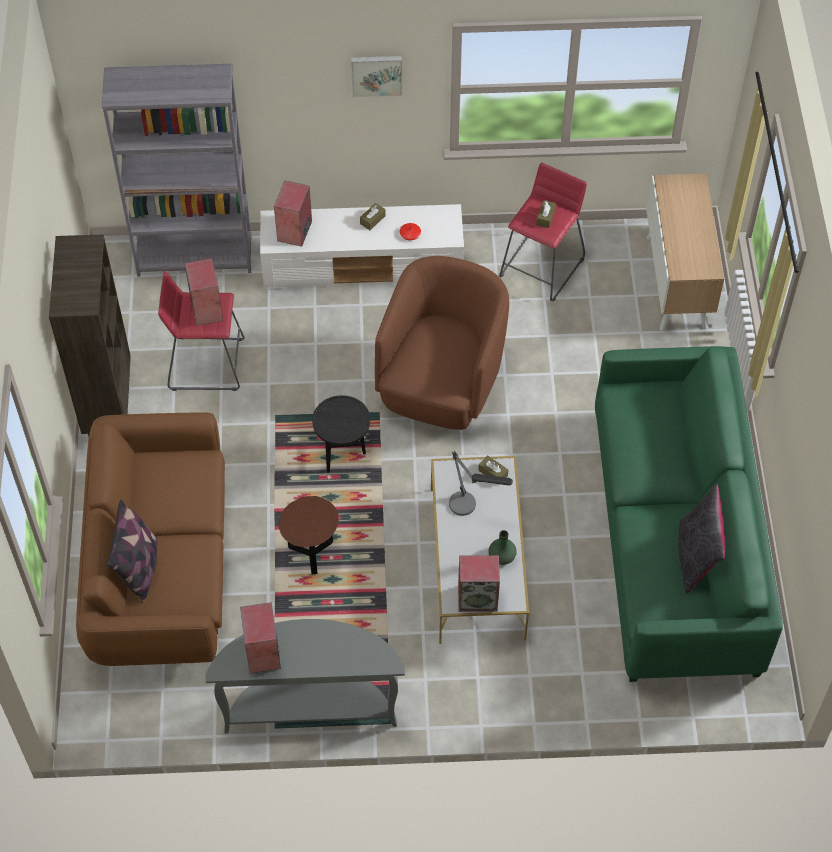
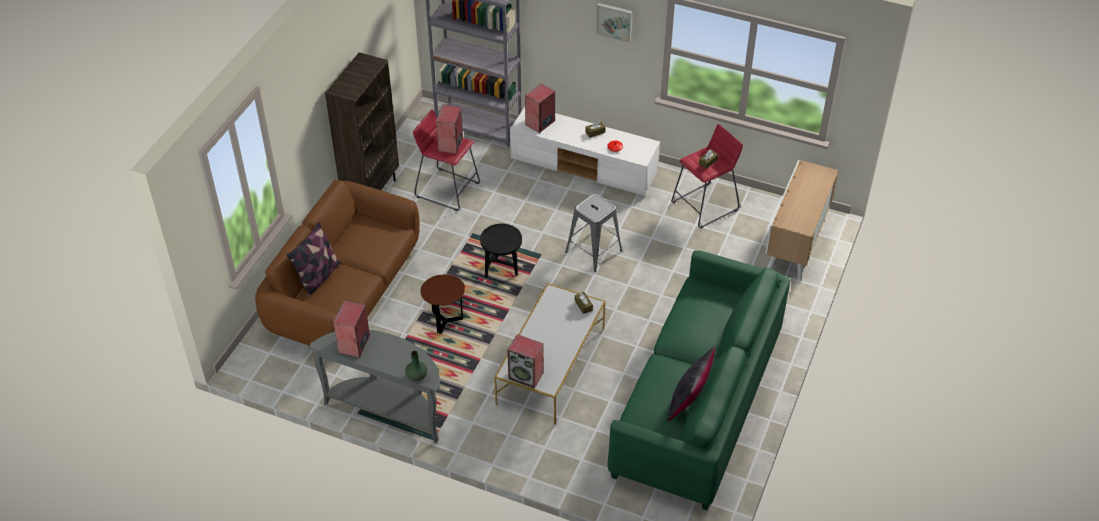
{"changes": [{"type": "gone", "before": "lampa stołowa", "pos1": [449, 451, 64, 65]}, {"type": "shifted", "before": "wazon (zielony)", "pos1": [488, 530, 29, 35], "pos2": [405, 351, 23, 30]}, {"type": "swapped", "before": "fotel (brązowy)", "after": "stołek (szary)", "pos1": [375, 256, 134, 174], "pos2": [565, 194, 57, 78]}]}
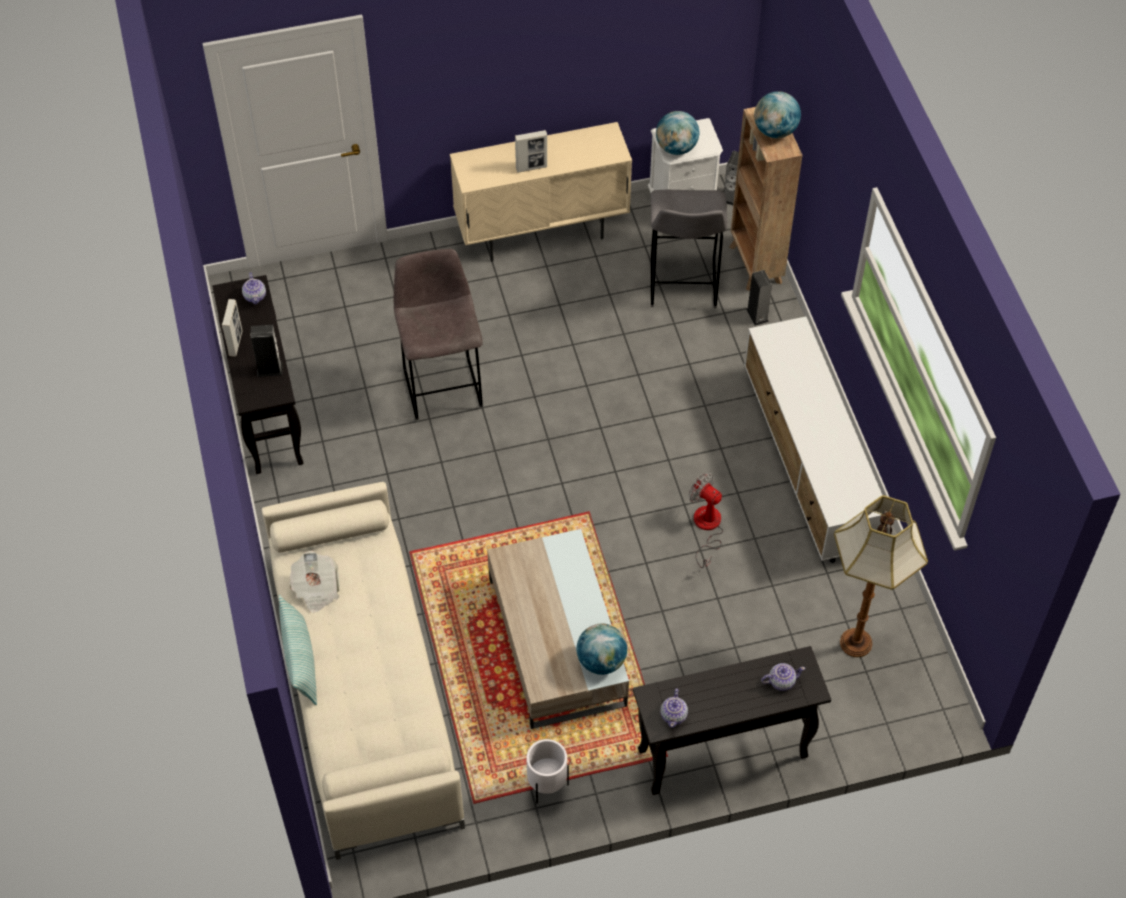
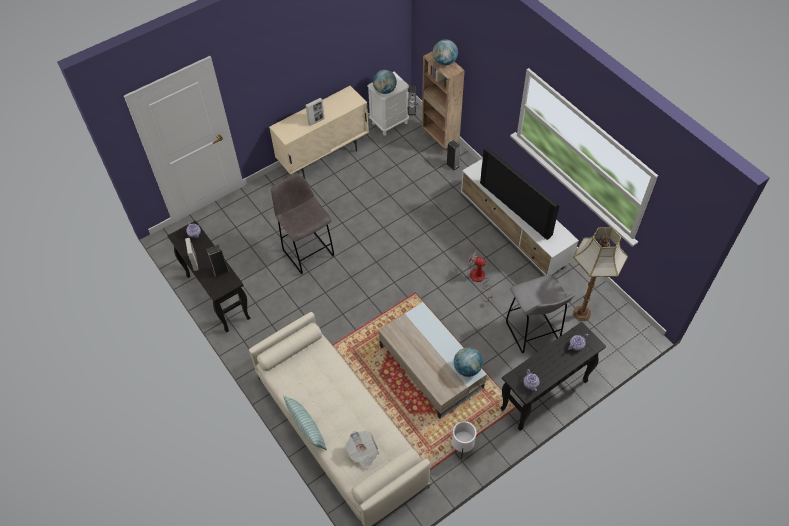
{"changes": [{"type": "new", "after": "telewizor", "pos2": [480, 147, 80, 93]}, {"type": "shifted", "before": "gazeta", "pos1": [289, 551, 51, 62], "pos2": [346, 431, 33, 37]}, {"type": "shifted", "before": "stołek (szary)", "pos1": [650, 190, 78, 118], "pos2": [506, 275, 69, 79]}]}
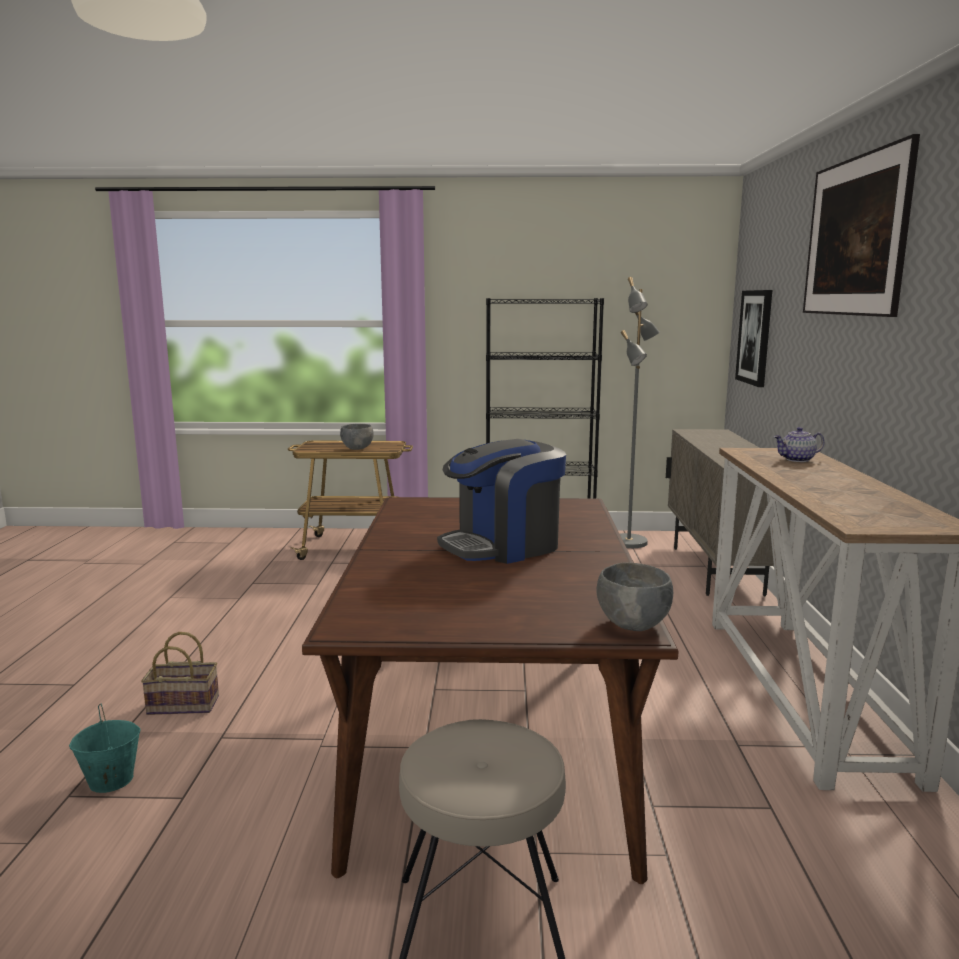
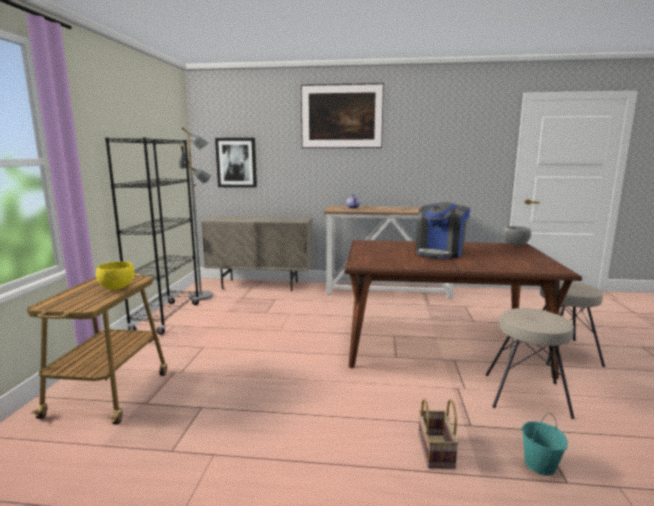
{"changes": [{"type": "new", "after": "stołek (beżowy)", "pos2": [486, 308, 89, 111]}, {"type": "repainted", "before": "miska (szary)", "after": "miska (żółty)", "pos1": [340, 424, 34, 26], "pos2": [96, 261, 38, 29]}, {"type": "rotated", "before": "ekspres do kawy", "pos1": [437, 439, 129, 125], "pos2": [416, 202, 54, 57], "turn": 60}]}
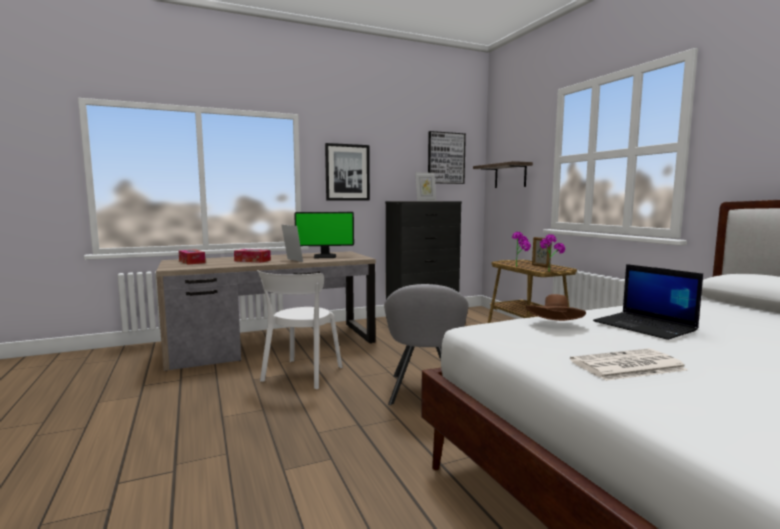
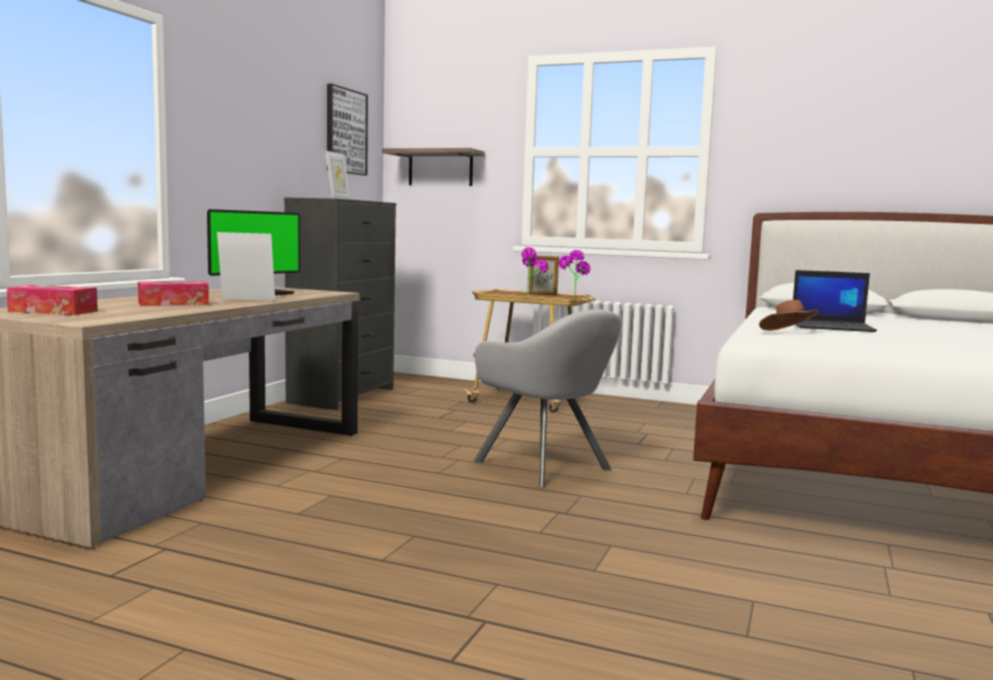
{"changes": [{"type": "gone", "before": "krzesło (biały)", "pos1": [257, 270, 85, 119]}, {"type": "gone", "before": "obraz", "pos1": [325, 143, 45, 58]}, {"type": "gone", "before": "gazeta", "pos1": [570, 349, 118, 32]}]}
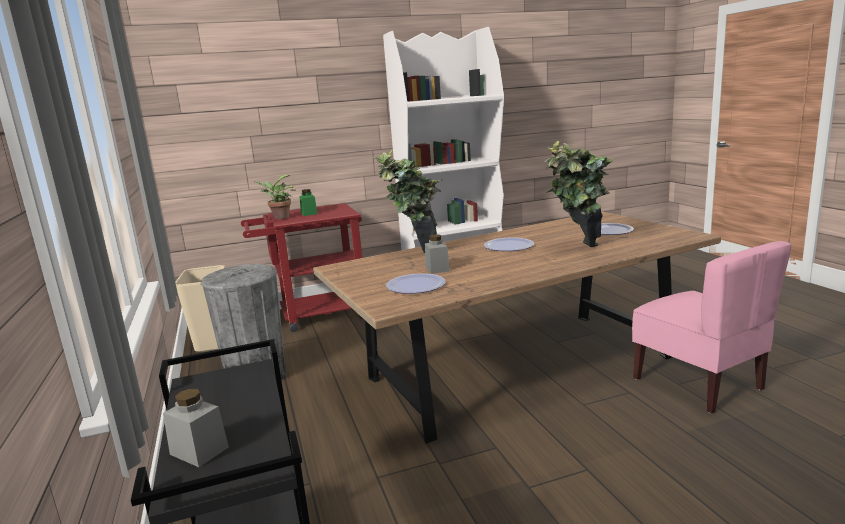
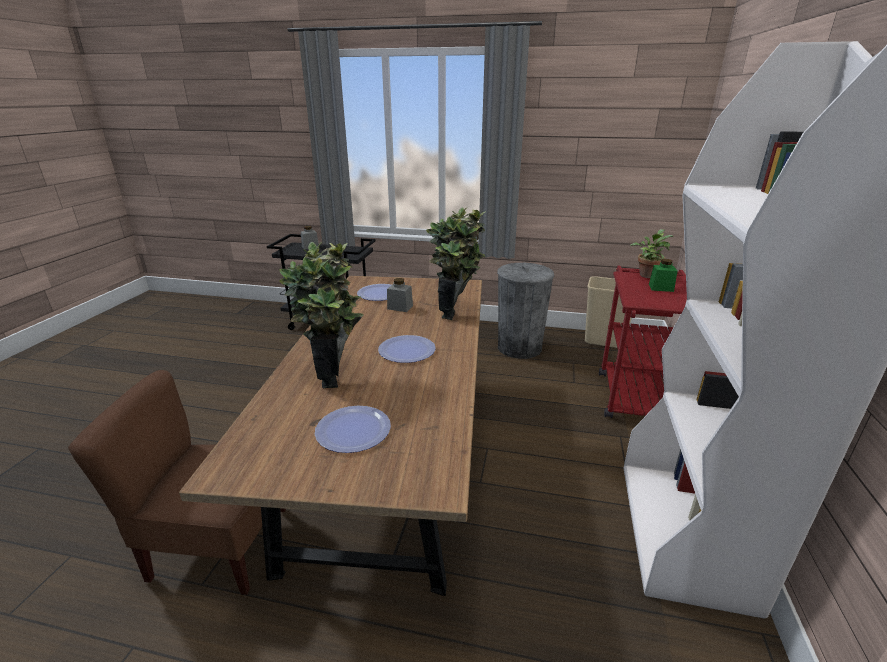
{"changes": [{"type": "repainted", "before": "krzesło (różowy)", "after": "krzesło (brązowy)", "pos1": [632, 241, 160, 173], "pos2": [68, 370, 218, 225]}]}
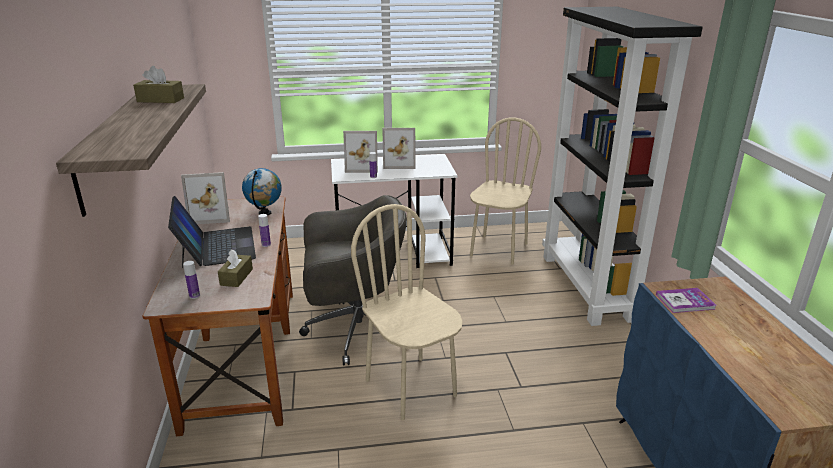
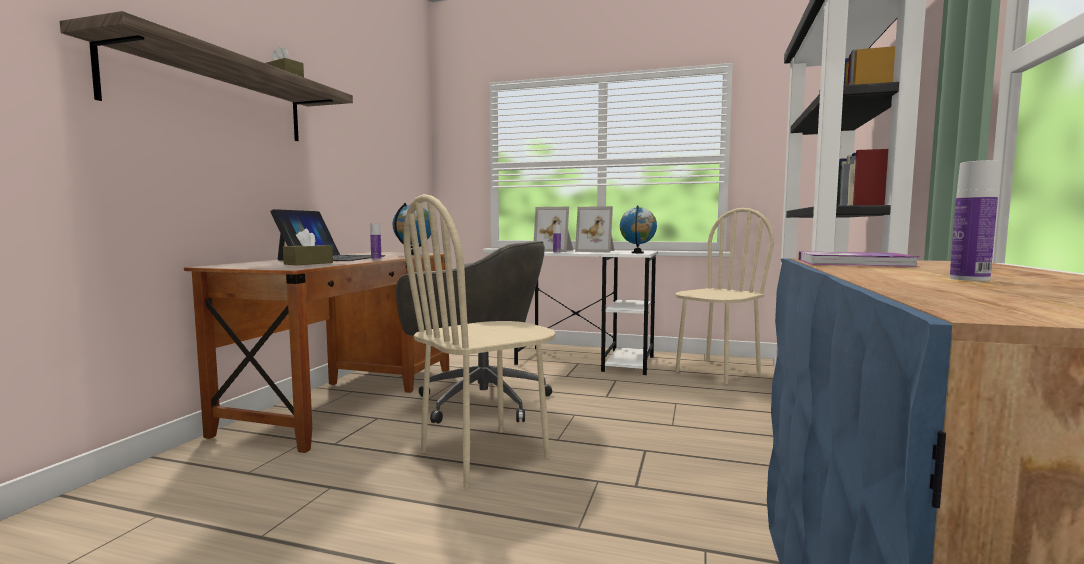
{"changes": [{"type": "gone", "before": "ramka na zdjęcie", "pos1": [181, 172, 49, 52]}, {"type": "new", "after": "globus", "pos2": [620, 205, 37, 48]}, {"type": "shifted", "before": "butelka", "pos1": [183, 261, 17, 38], "pos2": [950, 160, 50, 121]}, {"type": "rotated", "before": "krzesło (beżowy)", "pos1": [351, 204, 111, 216], "pos2": [403, 194, 153, 294], "turn": -120}]}
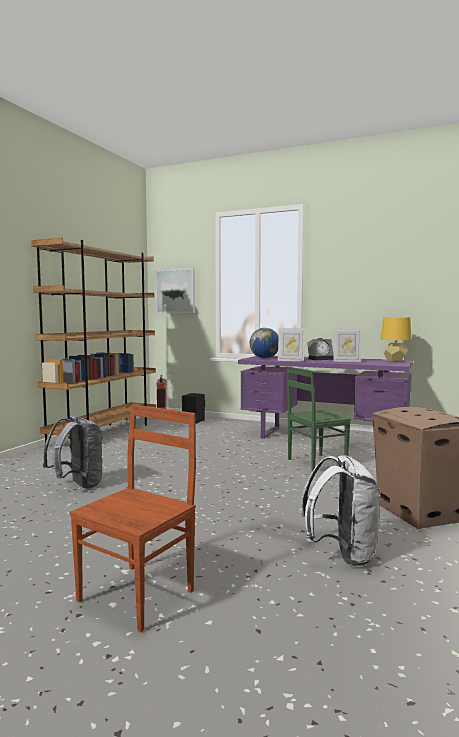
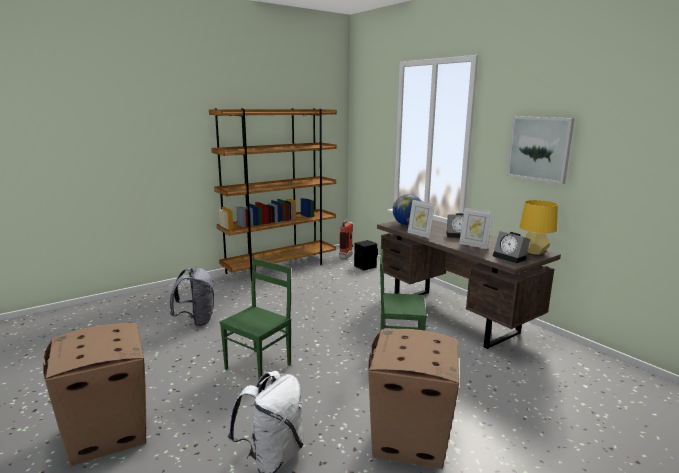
{"changes": [{"type": "new", "after": "krzesło (zielony)", "pos2": [220, 258, 71, 121]}, {"type": "new", "after": "budzik", "pos2": [493, 231, 38, 32]}, {"type": "shifted", "before": "obraz", "pos1": [155, 268, 40, 45], "pos2": [507, 116, 68, 68]}, {"type": "swapped", "before": "krzesło (brązowy)", "after": "karton", "pos1": [70, 404, 126, 228], "pos2": [43, 323, 103, 143]}, {"type": "repainted", "before": "biurko (fioletowy)", "after": "biurko (brązowy)", "pos1": [238, 356, 175, 83], "pos2": [377, 220, 184, 129]}]}
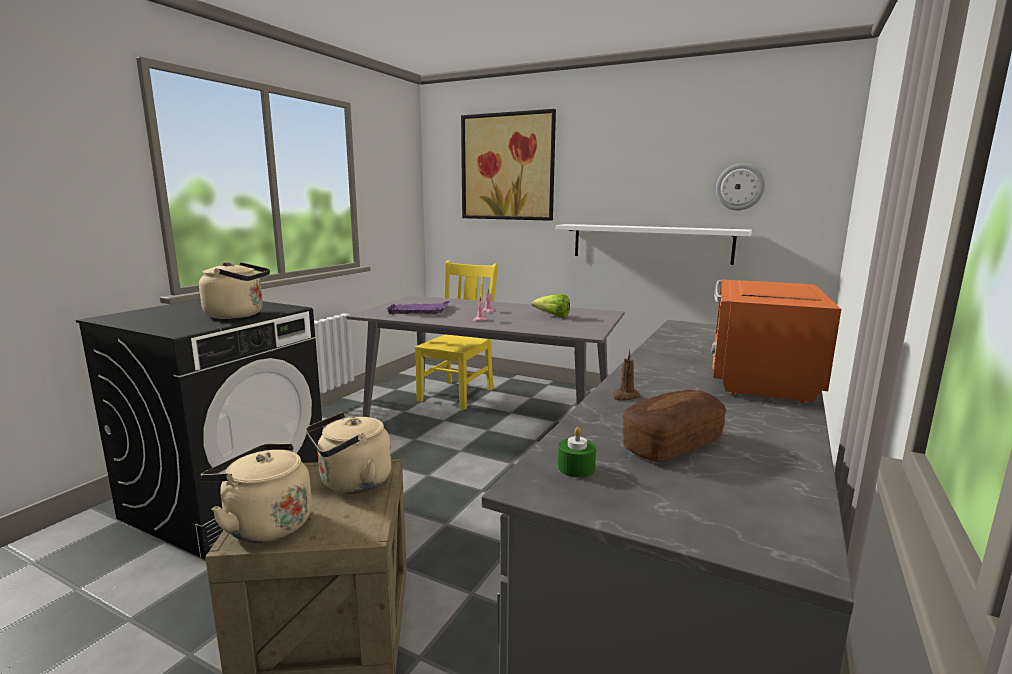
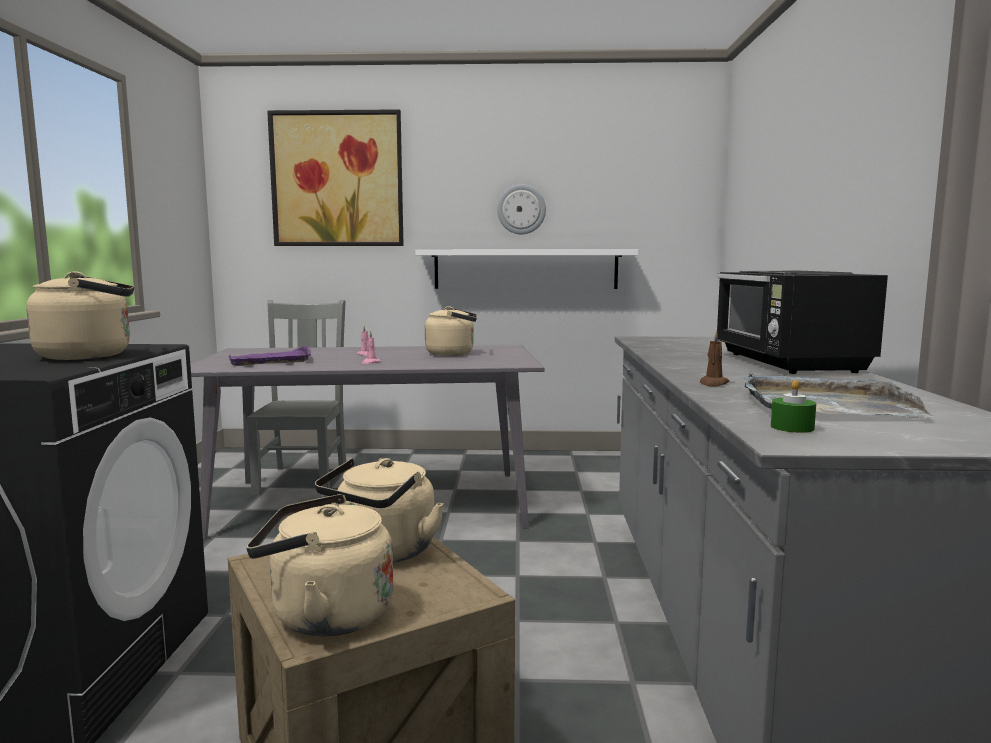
{"changes": [{"type": "shifted", "before": "zegar ścienny", "pos1": [716, 163, 49, 47], "pos2": [497, 184, 49, 50]}, {"type": "swapped", "before": "sałata", "after": "czajnik (beżowy)", "pos1": [532, 294, 38, 23], "pos2": [425, 306, 52, 50]}, {"type": "swapped", "before": "chleb", "after": "taca (szary)", "pos1": [622, 390, 104, 72], "pos2": [743, 372, 193, 46]}, {"type": "repainted", "before": "krzesło (żółty)", "after": "krzesło (szary)", "pos1": [415, 260, 83, 150], "pos2": [247, 300, 99, 195]}, {"type": "repainted", "before": "mikrofalówka (pomarańczowy)", "after": "mikrofalówka (czarny)", "pos1": [711, 279, 130, 124], "pos2": [717, 271, 171, 103]}]}
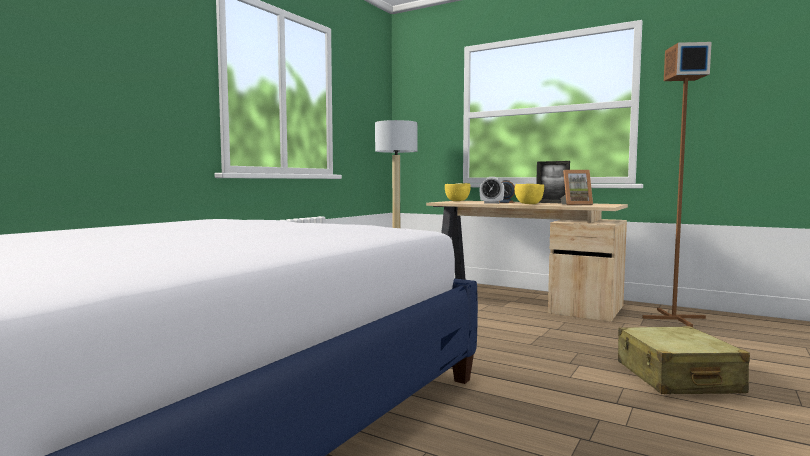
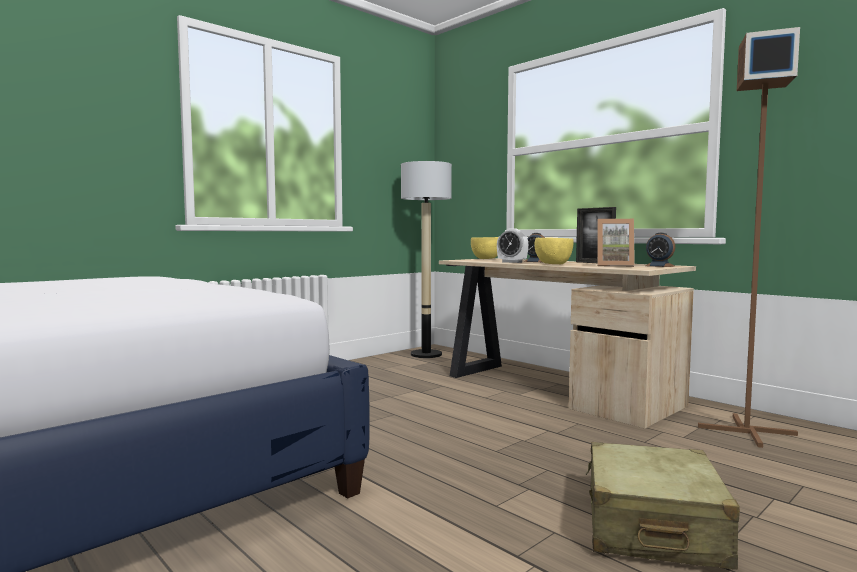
{"changes": [{"type": "new", "after": "budzik", "pos2": [645, 233, 30, 34]}]}
